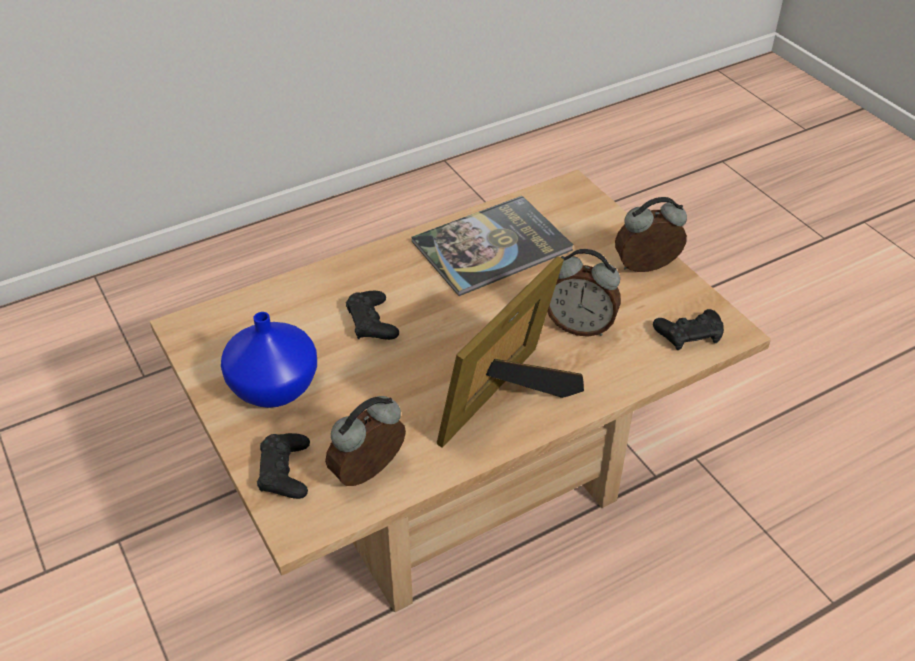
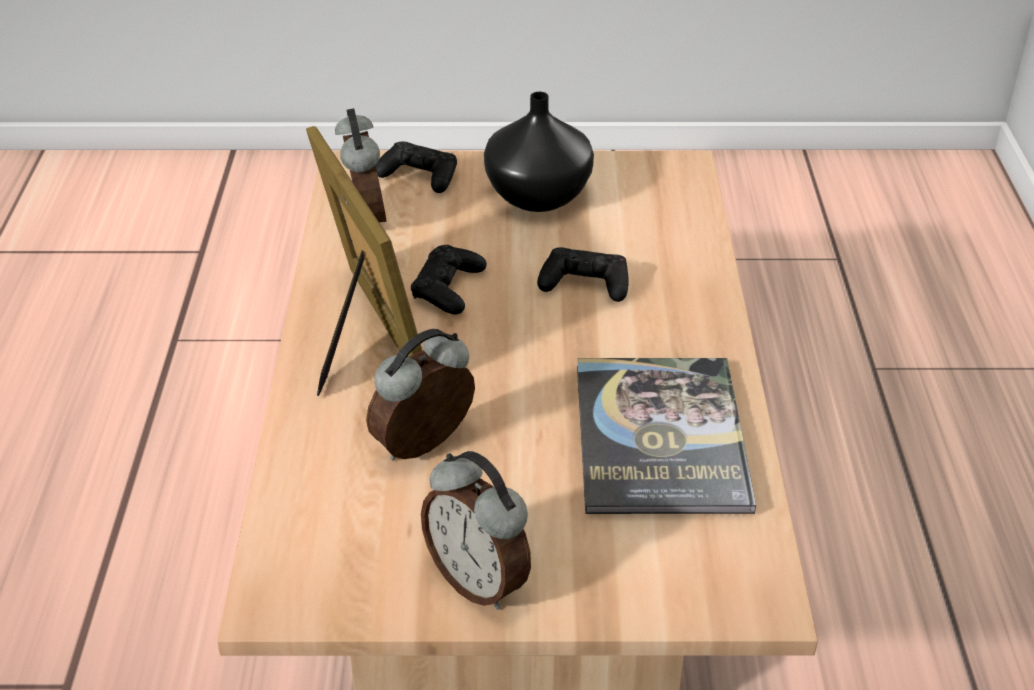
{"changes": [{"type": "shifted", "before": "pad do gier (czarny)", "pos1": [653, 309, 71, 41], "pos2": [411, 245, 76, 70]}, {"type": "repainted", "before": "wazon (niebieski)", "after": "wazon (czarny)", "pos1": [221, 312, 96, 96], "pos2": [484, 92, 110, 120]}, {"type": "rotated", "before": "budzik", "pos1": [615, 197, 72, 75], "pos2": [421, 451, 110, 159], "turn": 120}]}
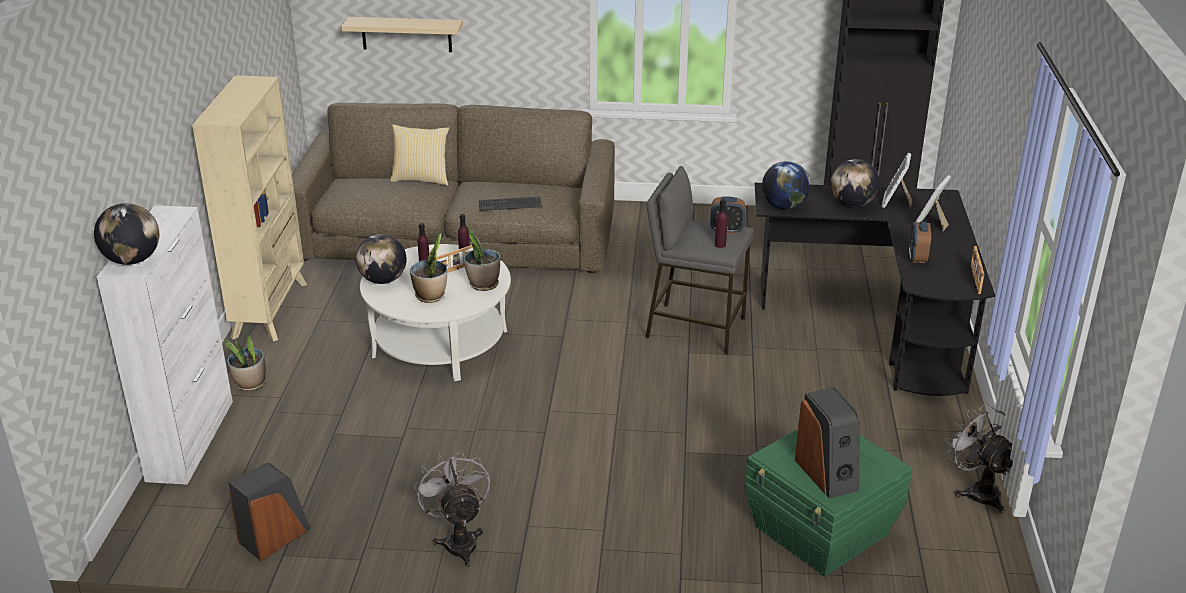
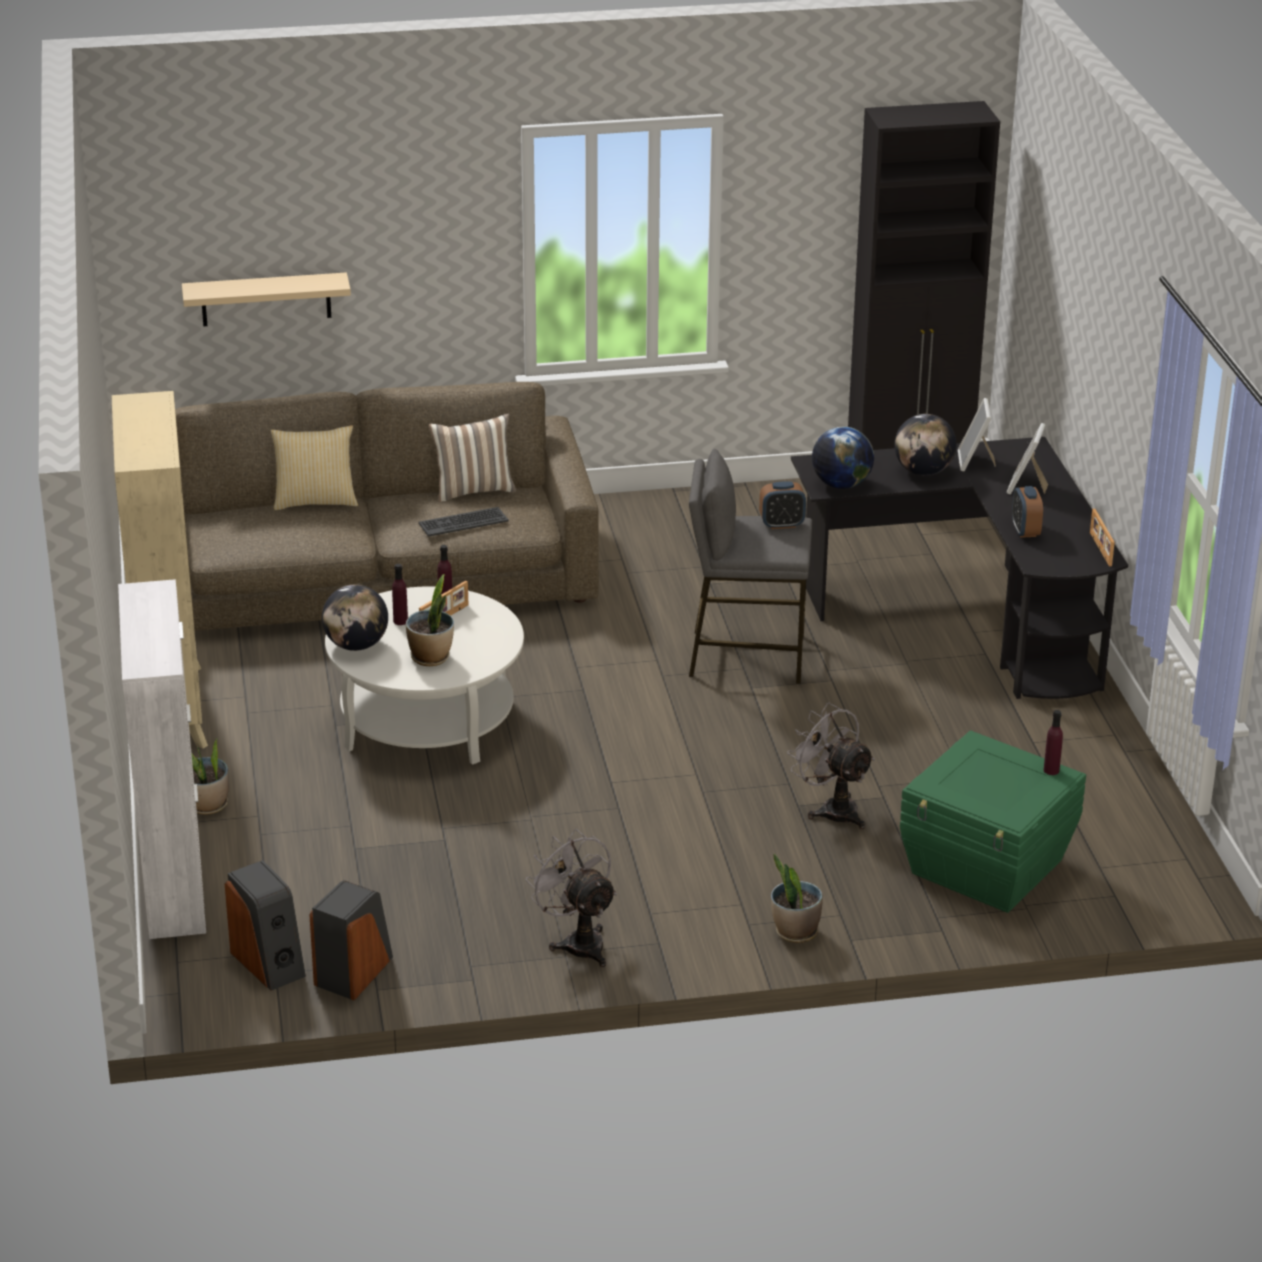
{"changes": [{"type": "gone", "before": "globus", "pos1": [94, 203, 65, 62]}, {"type": "new", "after": "poduszka", "pos2": [429, 414, 87, 88]}, {"type": "shifted", "before": "roślina doniczkowa", "pos1": [464, 225, 36, 66], "pos2": [771, 854, 52, 89]}, {"type": "shifted", "before": "butelka (fioletowy)", "pos1": [715, 199, 12, 49], "pos2": [1044, 710, 19, 65]}, {"type": "shifted", "before": "głośnik", "pos1": [795, 387, 65, 112], "pos2": [225, 860, 81, 131]}, {"type": "shifted", "before": "wentylator (szary)", "pos1": [945, 403, 68, 110], "pos2": [787, 703, 88, 126]}]}
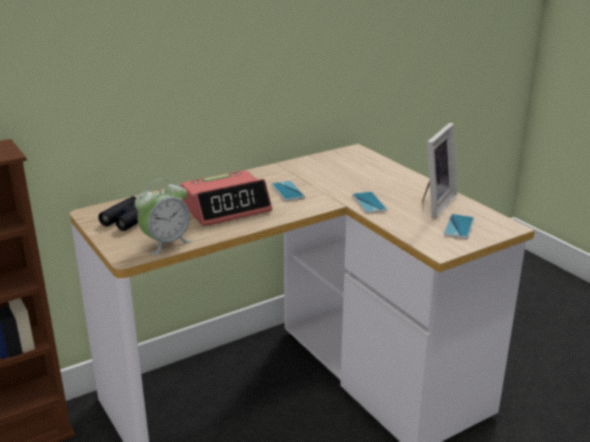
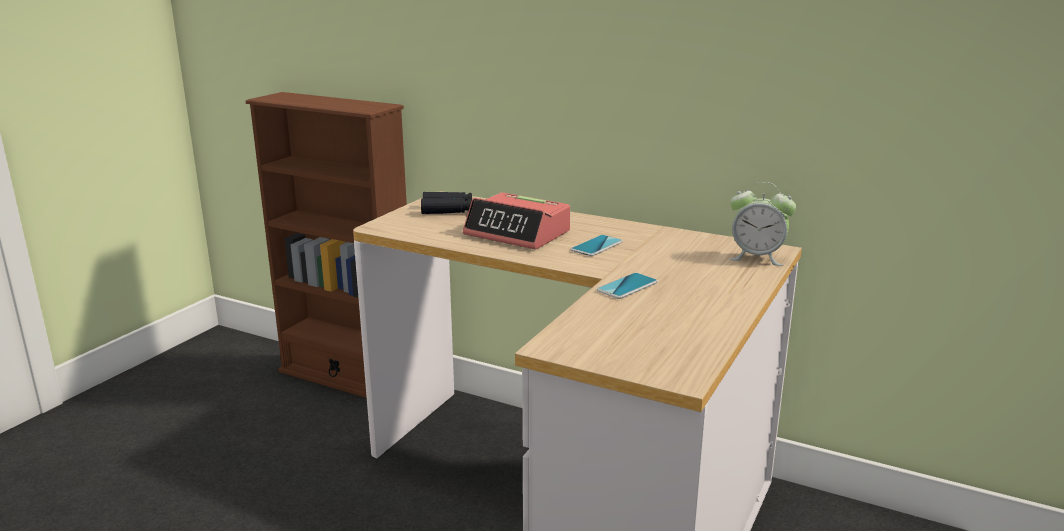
{"changes": [{"type": "gone", "before": "ramka na zdjęcie", "pos1": [422, 123, 35, 95]}, {"type": "gone", "before": "telefon", "pos1": [444, 214, 30, 25]}, {"type": "shifted", "before": "budzik", "pos1": [135, 179, 57, 76], "pos2": [729, 182, 67, 84]}]}
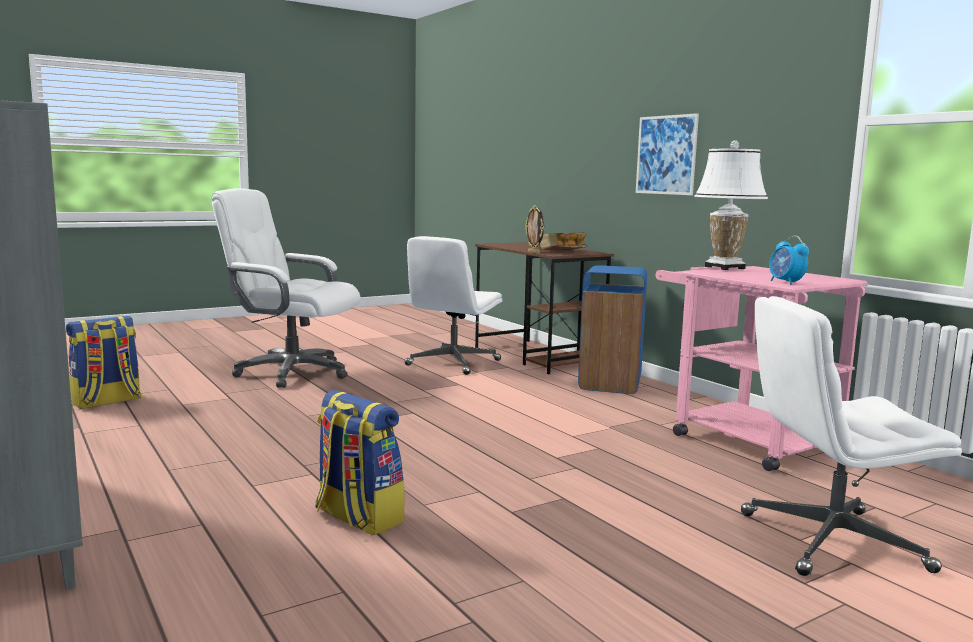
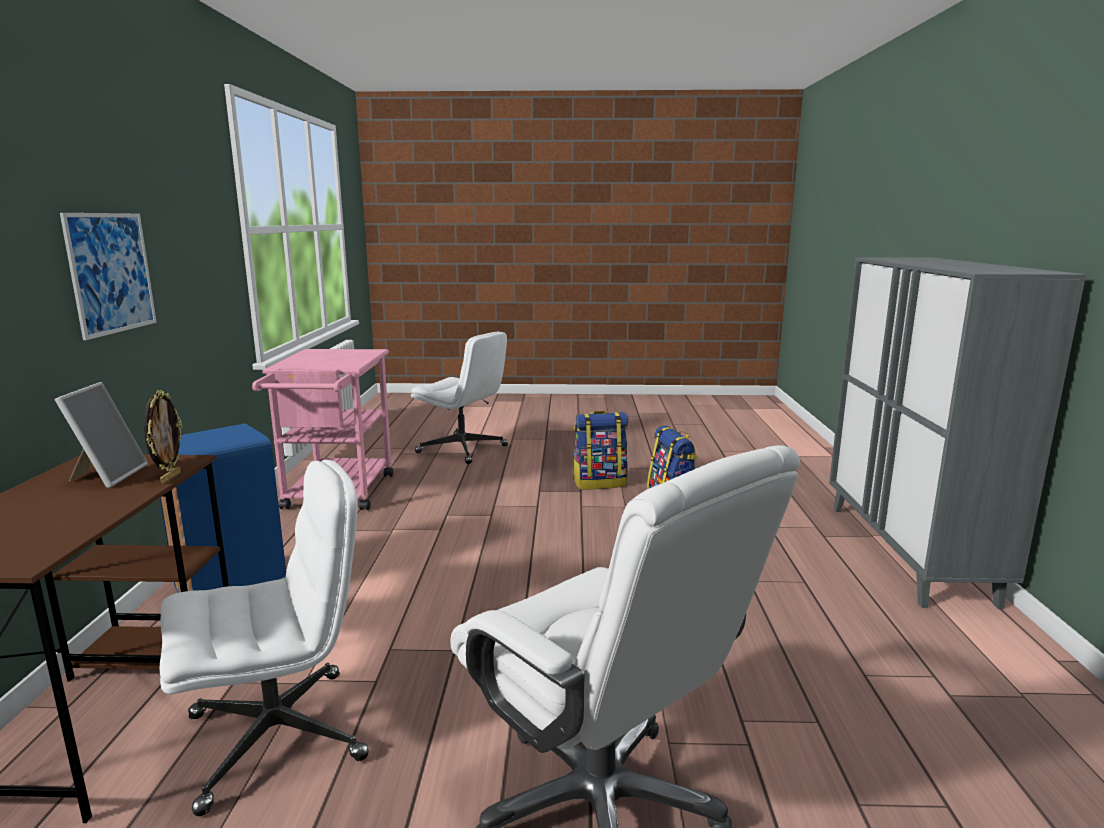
{"changes": [{"type": "gone", "before": "lampa stołowa (biały)", "pos1": [694, 140, 74, 130]}, {"type": "gone", "before": "budzik", "pos1": [769, 236, 40, 49]}, {"type": "shifted", "before": "plecak", "pos1": [66, 316, 75, 93], "pos2": [573, 411, 55, 79]}, {"type": "swapped", "before": "książka", "after": "ramka na zdjęcie", "pos1": [539, 232, 48, 18], "pos2": [55, 382, 93, 106]}]}
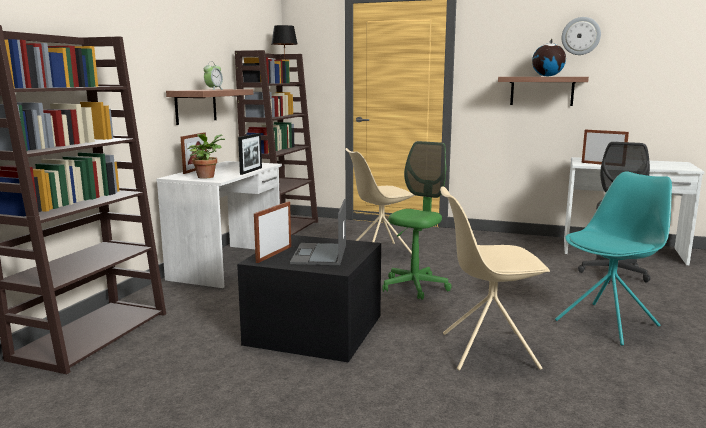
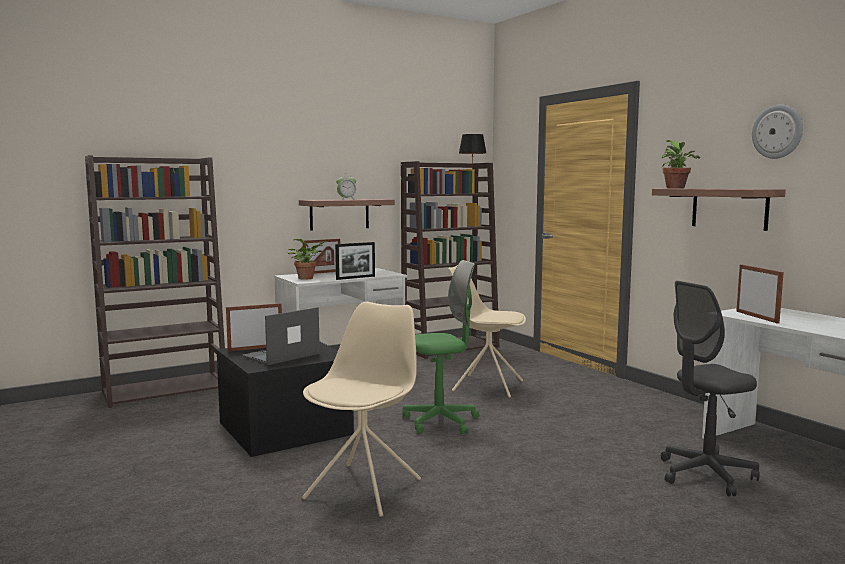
{"changes": [{"type": "gone", "before": "globus", "pos1": [532, 38, 34, 38]}, {"type": "gone", "before": "krzesło (turkusowy)", "pos1": [555, 171, 117, 175]}, {"type": "new", "after": "roślina doniczkowa", "pos2": [662, 140, 39, 48]}, {"type": "rotated", "before": "krzesło (beżowy)", "pos1": [440, 186, 110, 185], "pos2": [302, 301, 119, 216], "turn": 75}]}
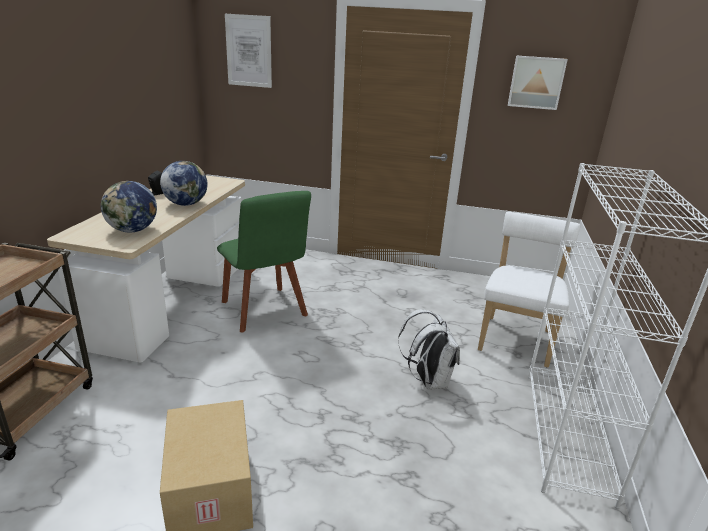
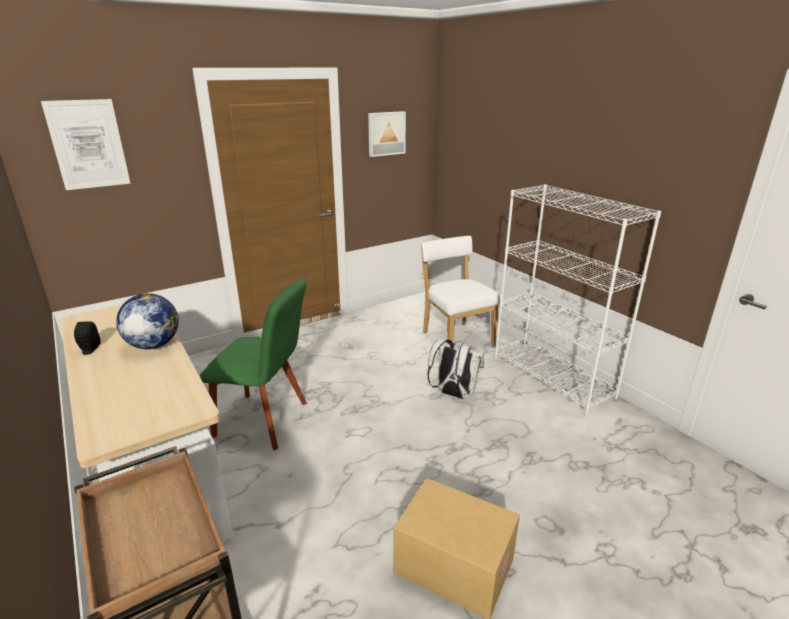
{"changes": [{"type": "gone", "before": "globus", "pos1": [101, 181, 56, 52]}]}
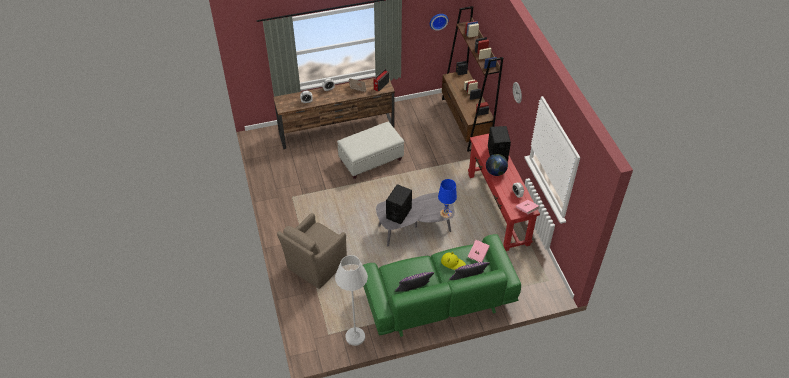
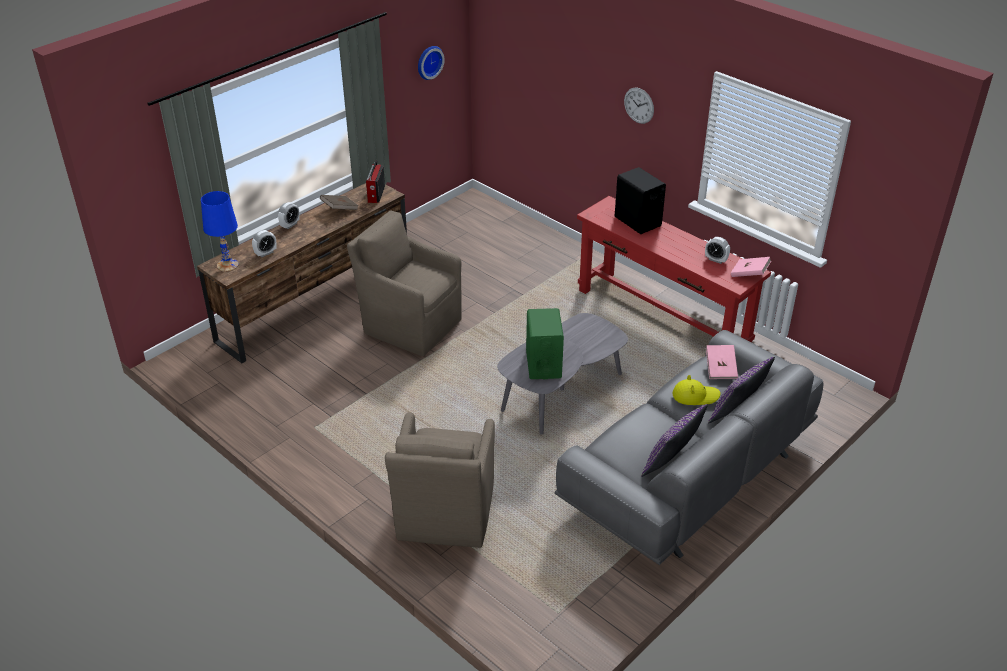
{"changes": [{"type": "gone", "before": "lampa stojąca (biały)", "pos1": [335, 255, 33, 91]}, {"type": "gone", "before": "regał (brązowy)", "pos1": [442, 6, 61, 146]}, {"type": "gone", "before": "globus", "pos1": [486, 154, 22, 22]}, {"type": "shifted", "before": "lampa stołowa (niebieski)", "pos1": [438, 179, 19, 39], "pos2": [201, 191, 38, 81]}, {"type": "swapped", "before": "pufa (biały)", "after": "fotel (brązowy)", "pos1": [337, 121, 67, 58], "pos2": [347, 210, 115, 146]}, {"type": "repainted", "before": "kanapa (zielony)", "after": "kanapa (szary)", "pos1": [363, 234, 158, 103], "pos2": [555, 330, 268, 235]}, {"type": "repainted", "before": "głośnik (czarny)", "after": "głośnik (zielony)", "pos1": [386, 184, 26, 40], "pos2": [526, 308, 38, 71]}]}
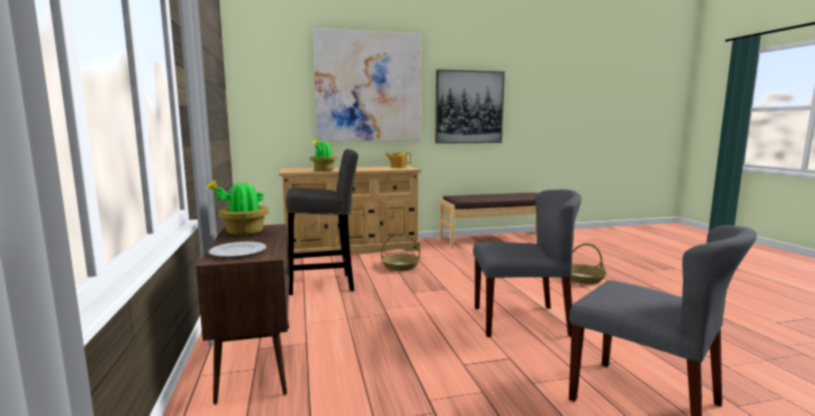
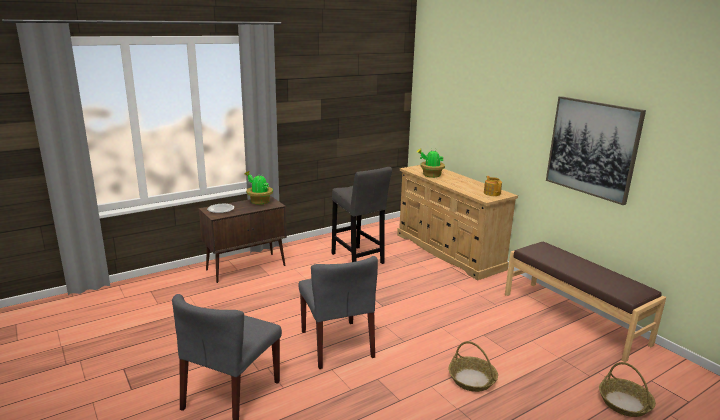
{"changes": [{"type": "gone", "before": "obraz", "pos1": [313, 28, 108, 113]}, {"type": "shifted", "before": "koszyk", "pos1": [381, 234, 39, 37], "pos2": [599, 362, 57, 55]}]}
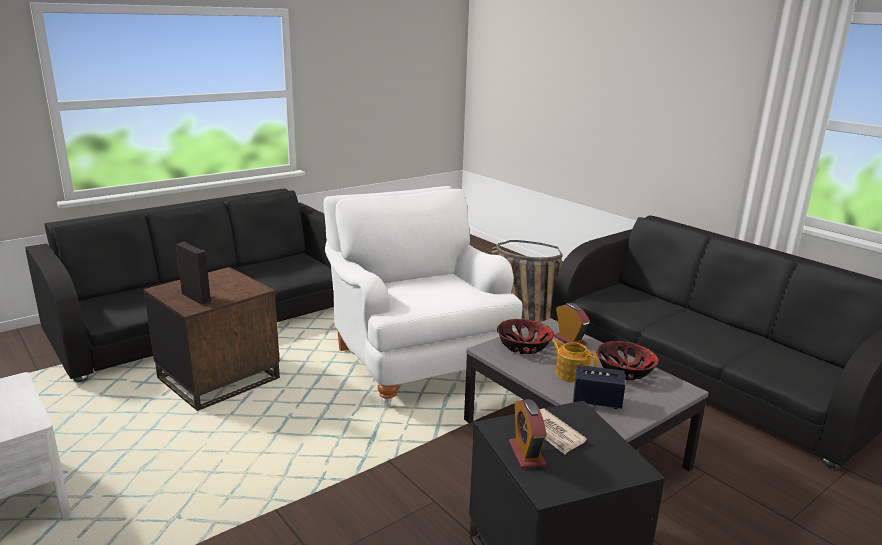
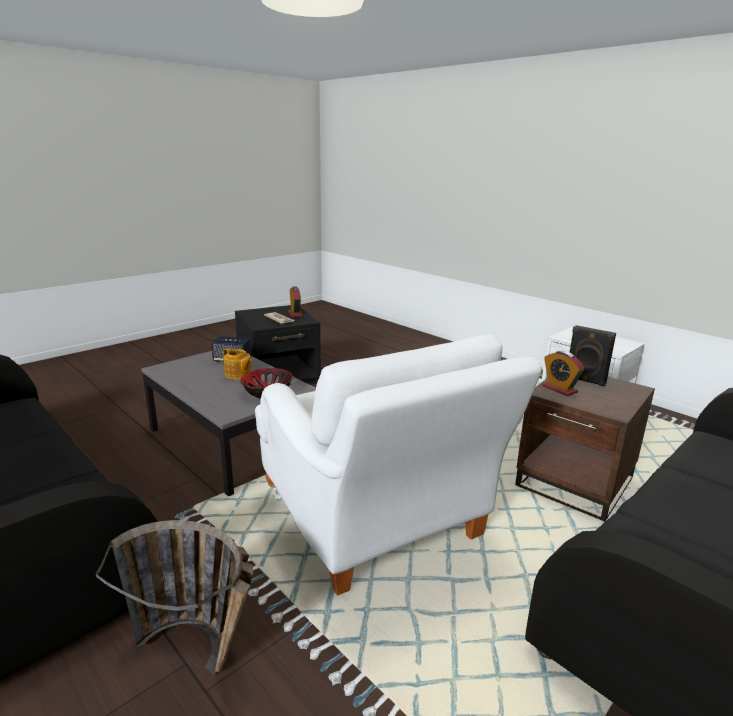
{"changes": [{"type": "gone", "before": "miska", "pos1": [596, 341, 63, 39]}, {"type": "shifted", "before": "budzik", "pos1": [554, 303, 36, 43], "pos2": [542, 351, 43, 45]}]}
